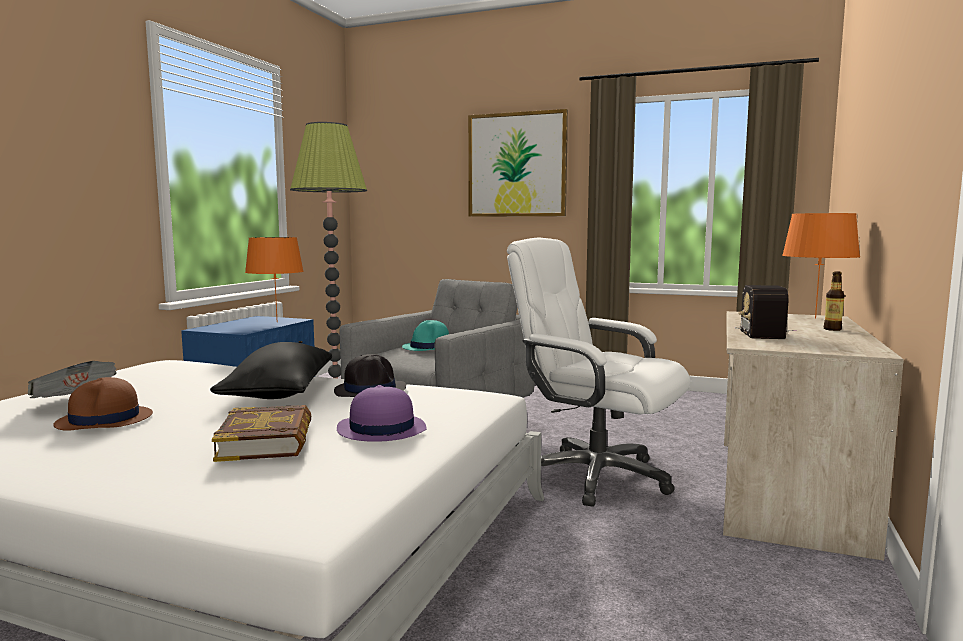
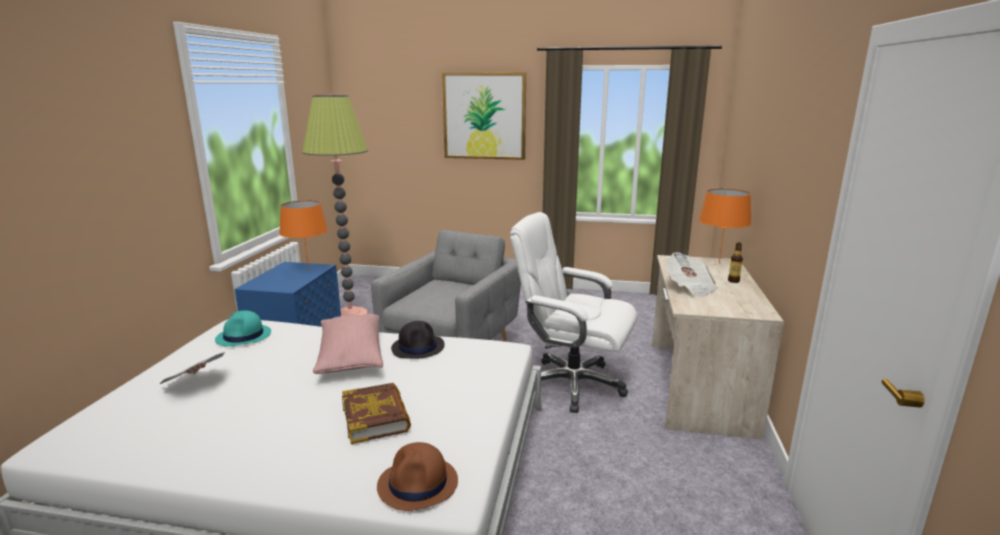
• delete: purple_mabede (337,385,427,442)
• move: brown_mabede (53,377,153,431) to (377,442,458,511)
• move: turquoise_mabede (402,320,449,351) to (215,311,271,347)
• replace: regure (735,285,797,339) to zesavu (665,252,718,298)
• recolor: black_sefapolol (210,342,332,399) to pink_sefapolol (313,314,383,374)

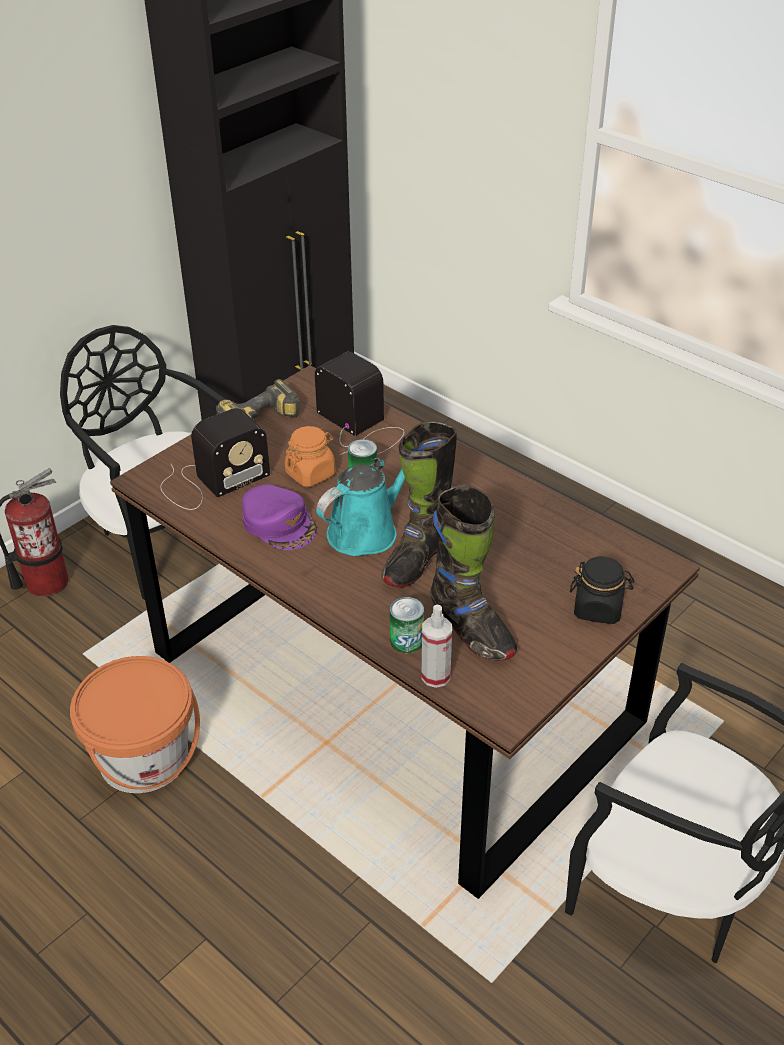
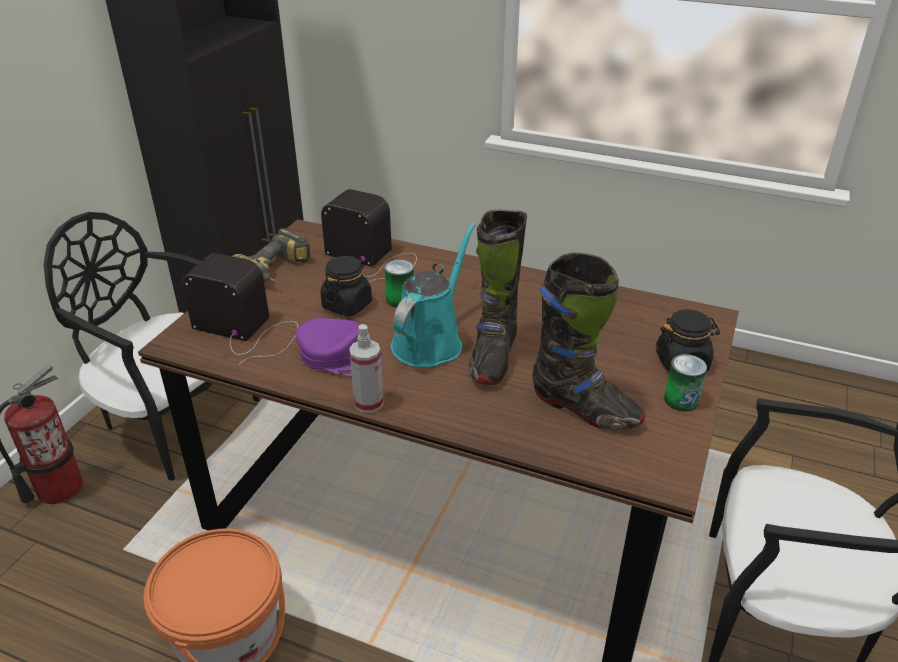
• move: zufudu (390,597,424,653) to (664,354,707,411)
• move: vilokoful (421,605,452,688) to (349,324,384,413)
• recolor: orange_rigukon (285,426,335,487) to black_rigukon (320,256,372,316)
• rotate: regure (160,408,270,510) = (182,253,298,365) 105 degrees counterclockwise

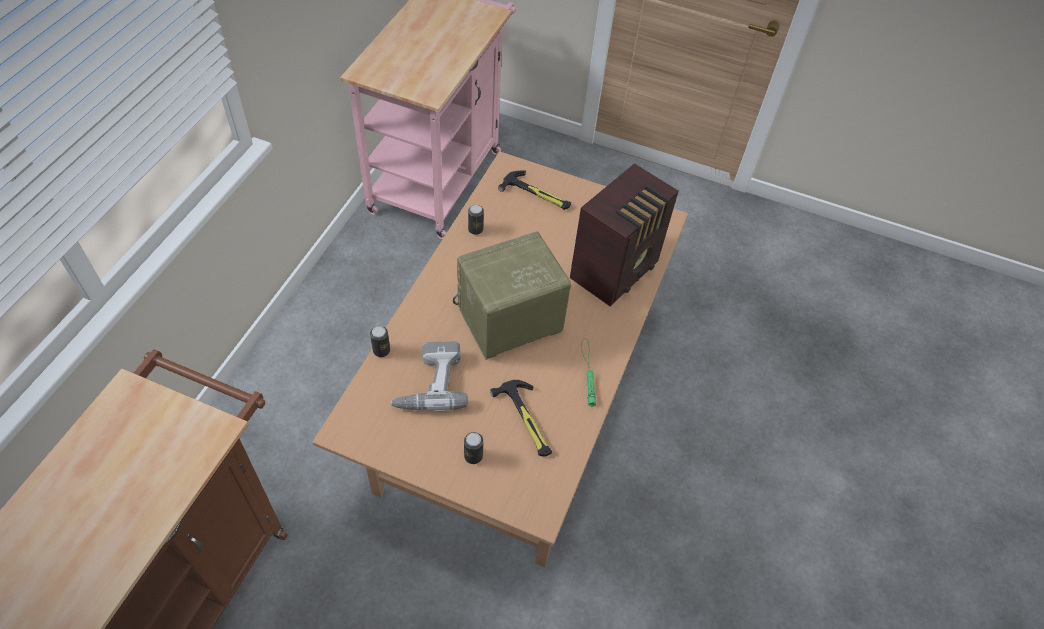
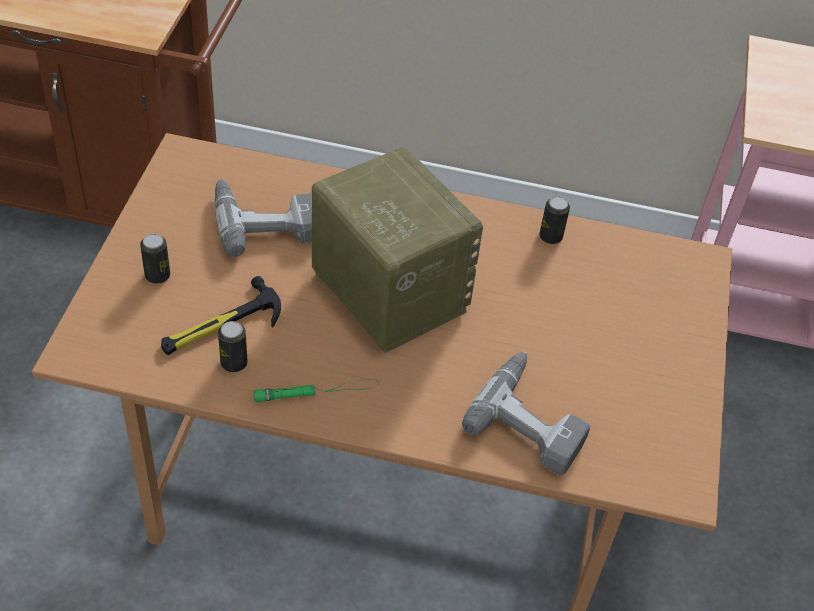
• delete: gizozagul (498,171,571,210)
• move: zufudu (370,326,390,357) to (218,321,248,372)
• replace: regure (570,163,679,306) to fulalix (462,352,590,475)

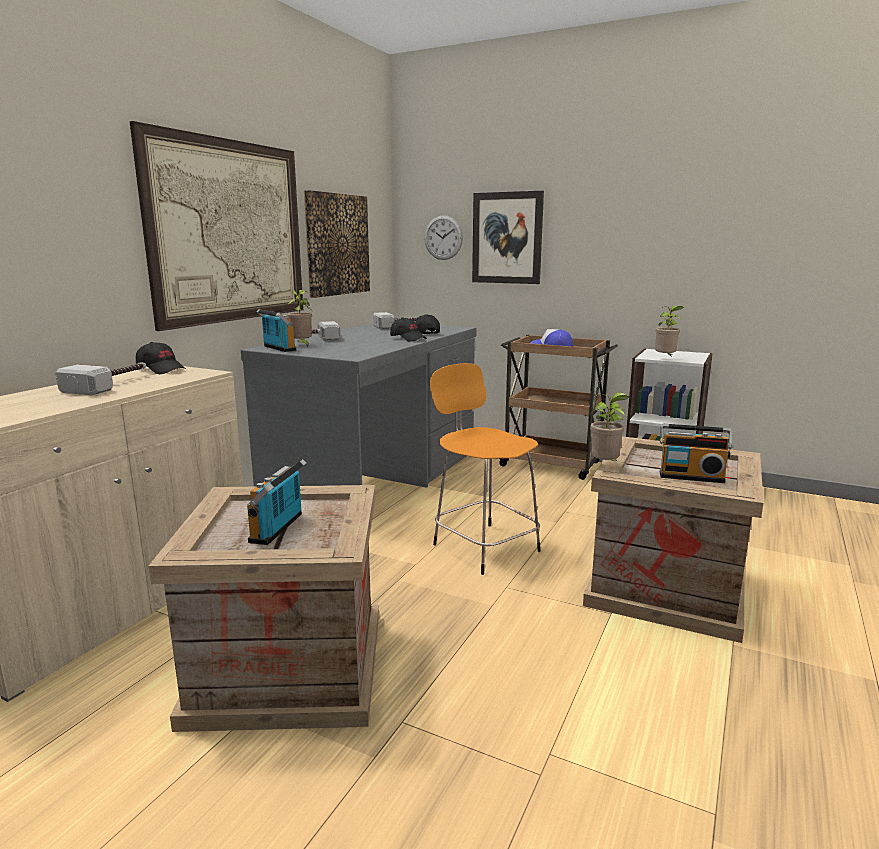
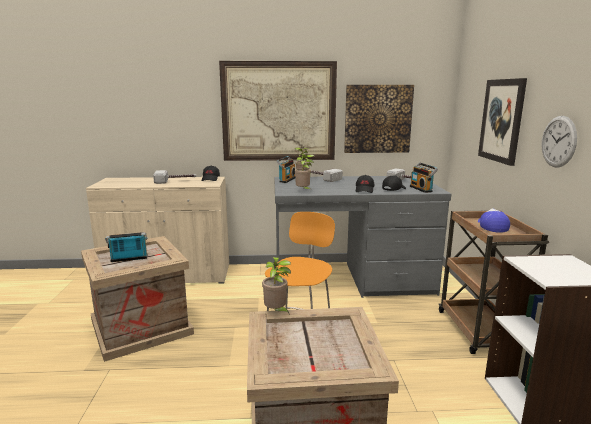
• move: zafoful (424,215,463,260) to (541,116,577,168)
• move: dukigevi (655,306,684,357) to (295,154,314,190)
• move: regure (660,424,733,483) to (410,163,438,193)

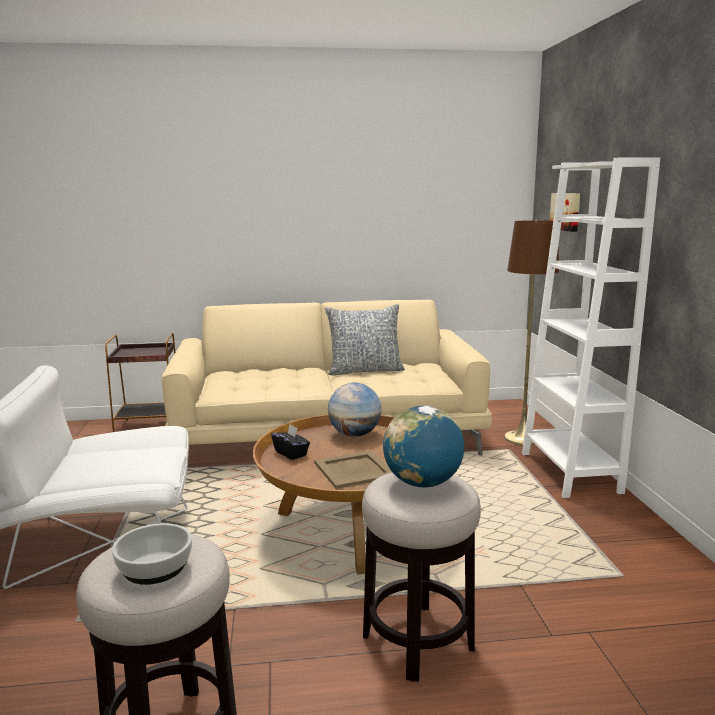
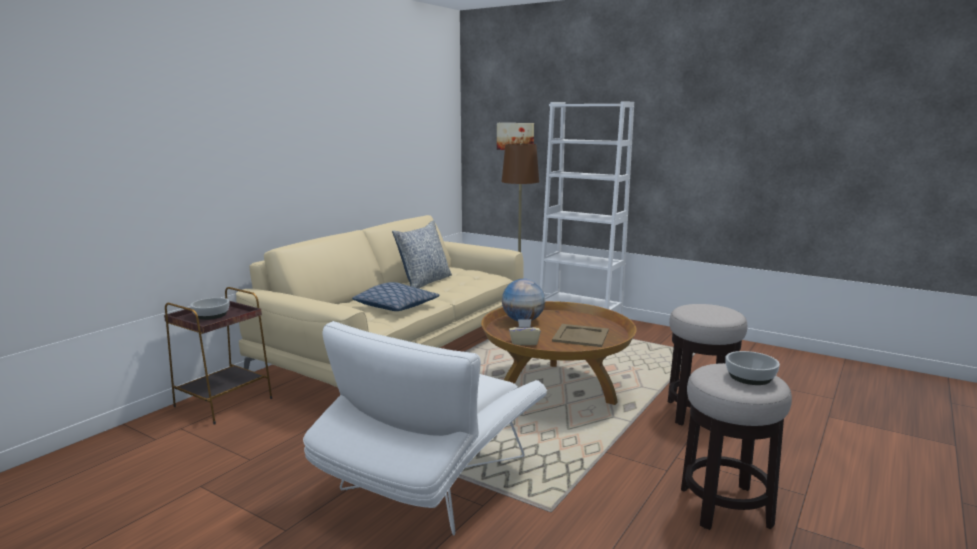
• delete: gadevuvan (383,406,464,487)
• insert: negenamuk (190,298,230,320)
• insert: sefapolol (352,282,440,311)
• recolor: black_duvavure (271,425,310,460) to beige_duvavure (509,319,541,345)

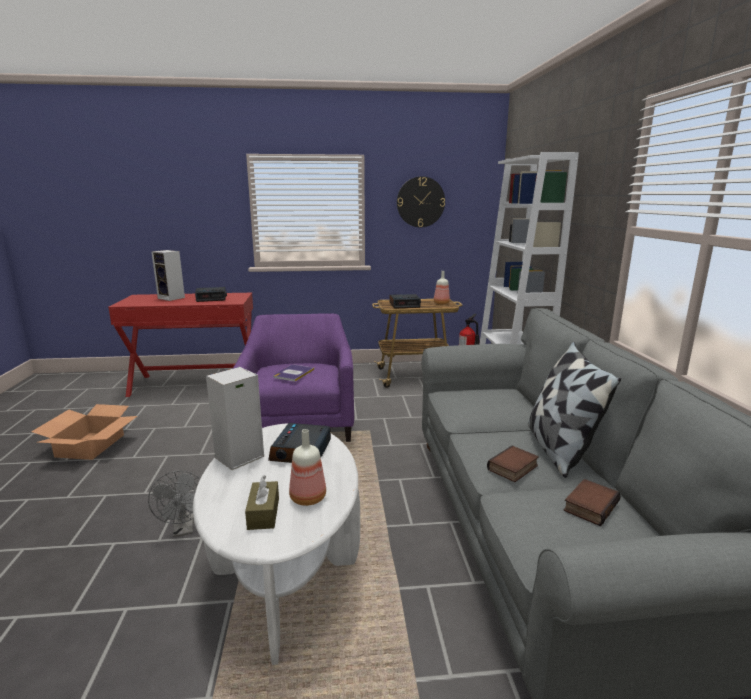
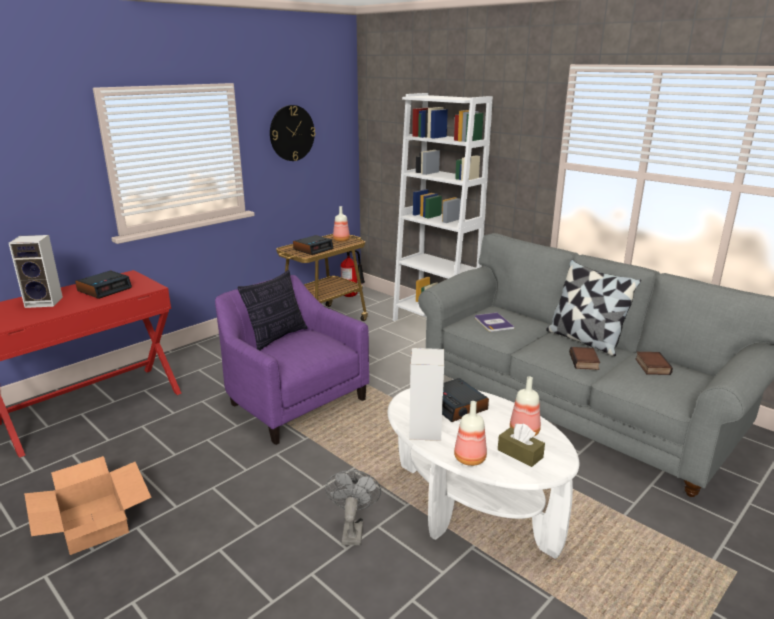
• insert: sefapolol (237,270,307,350)
• insert: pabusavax (454,401,487,466)
• move: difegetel (274,365,314,382) to (475,312,514,332)
• rotate: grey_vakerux (148,471,201,537) = (325,470,381,545) 120 degrees counterclockwise

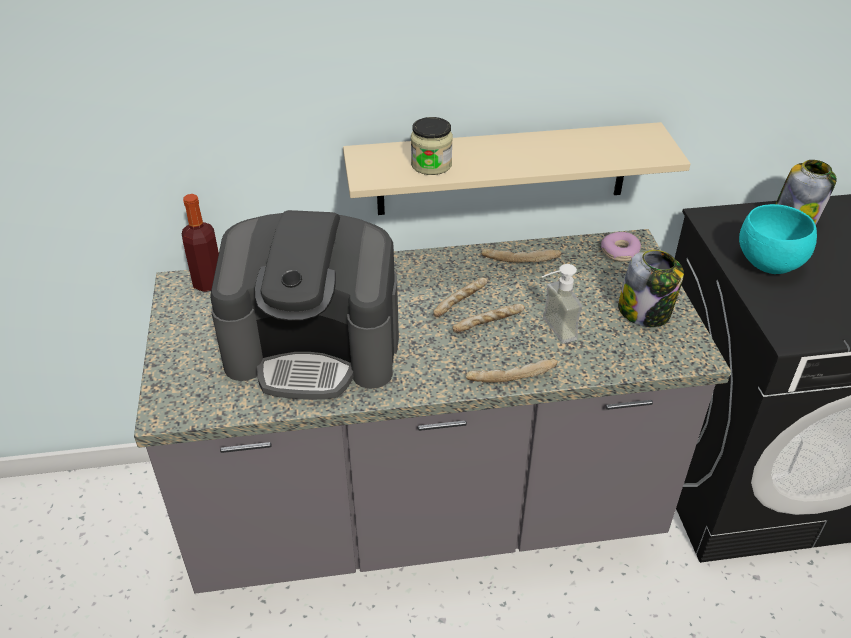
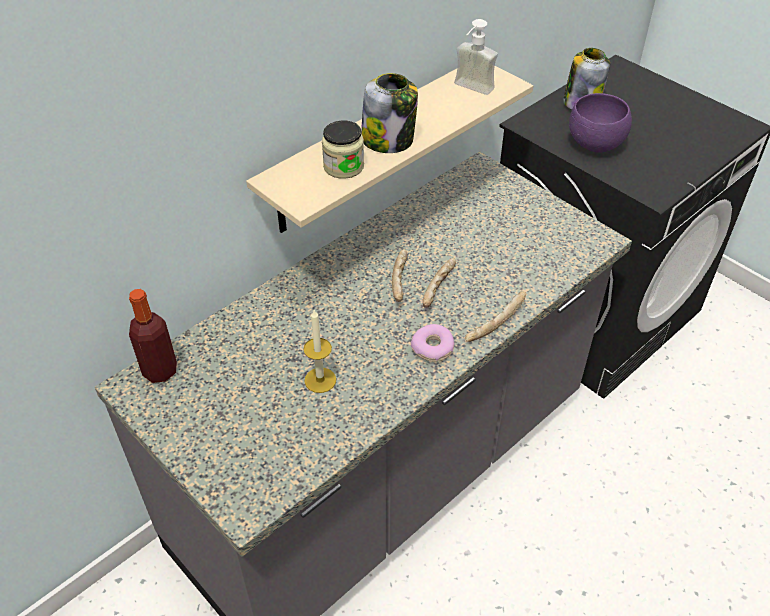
• delete: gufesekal (481,249,561,263)
• move: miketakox (542,264,582,343) to (454,19,498,95)
• move: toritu (601,232,641,262) to (411,324,455,362)
• move: rigukon (618,250,684,327) to (361,73,418,153)
• replace: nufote (210,210,399,400) to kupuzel (303,310,336,393)
• recolor: turquoise_negenamuk (739,204,817,274) to purple_negenamuk (569,93,632,153)

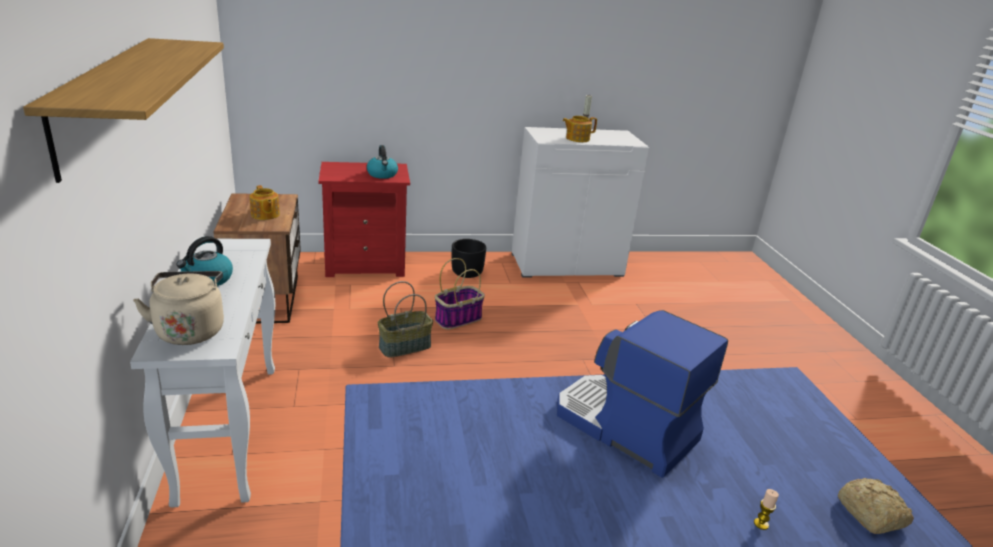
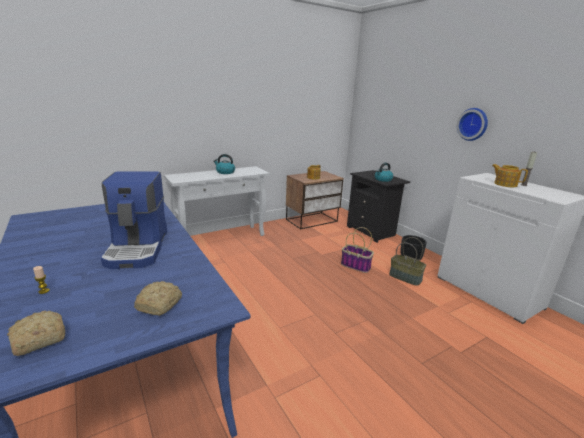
• delete: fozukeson (23,38,224,183)
• delete: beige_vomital (133,271,224,345)
• insert: gufesekal (134,281,182,316)
• insert: zafoful (457,108,488,141)
• move: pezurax (378,281,433,358) to (389,237,426,286)
• recolor: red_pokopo (318,162,410,277) to black_pokopo (347,170,410,243)
• rotate: nufote (557,310,728,478) = (101,172,167,269) 150 degrees clockwise

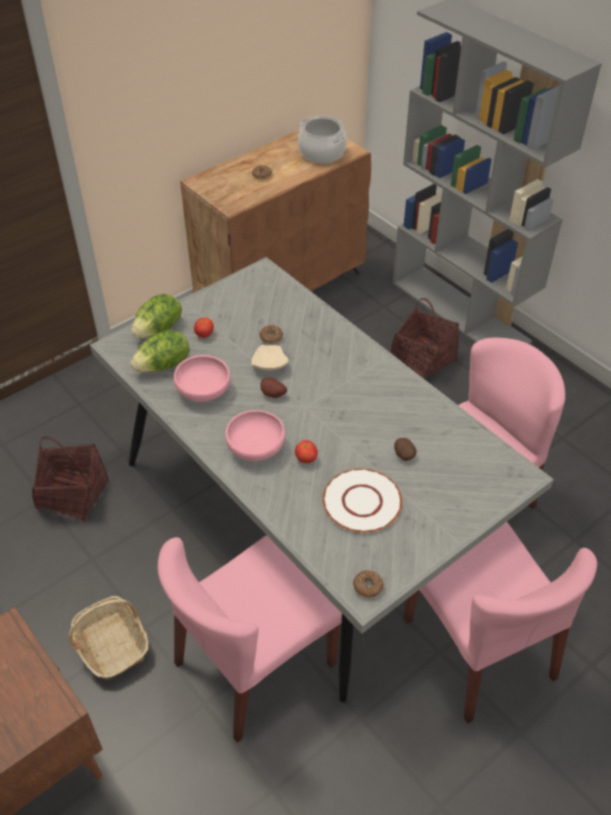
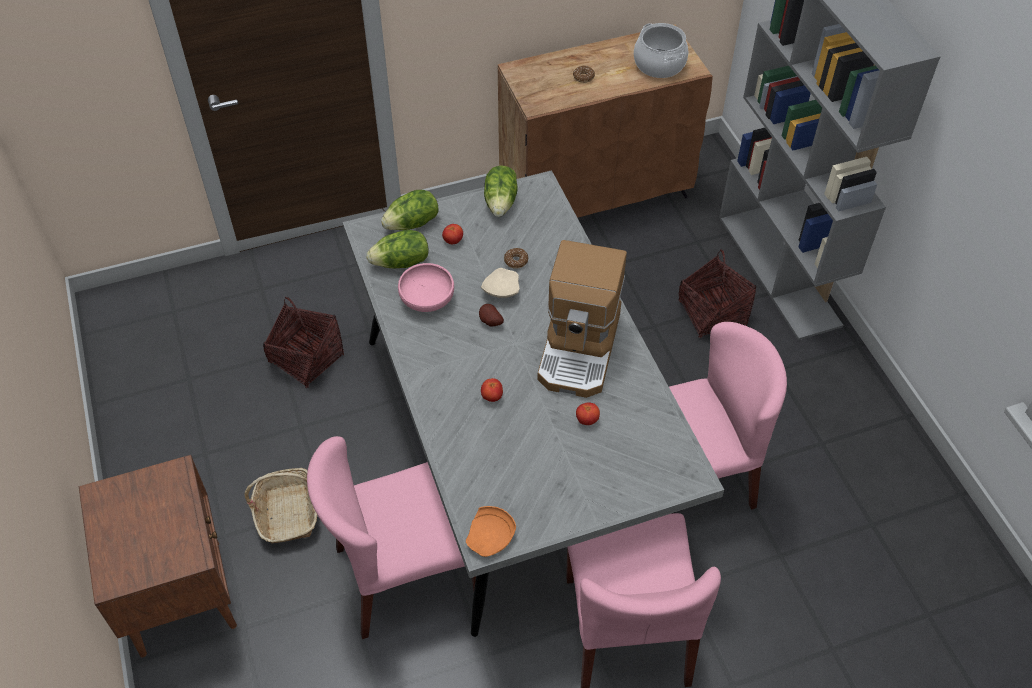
• delete: pink_negenamuk (225,410,285,461)
• delete: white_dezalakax (322,468,402,533)
• insert: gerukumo (484,166,518,217)
• insert: nufote (537,240,627,398)
• replace: toritu (353,570,384,598) to orange_dezalakax (466,506,516,557)
• replace: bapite (394,438,417,461) to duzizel (576,402,600,425)

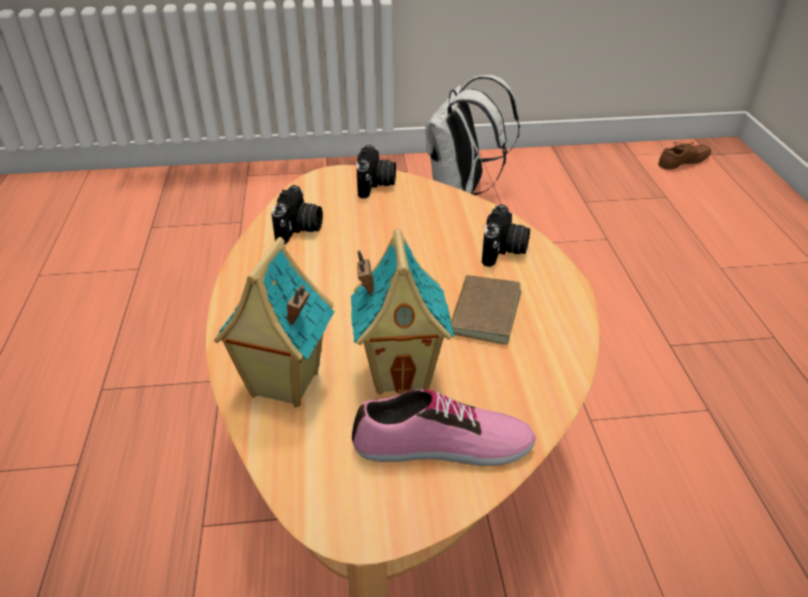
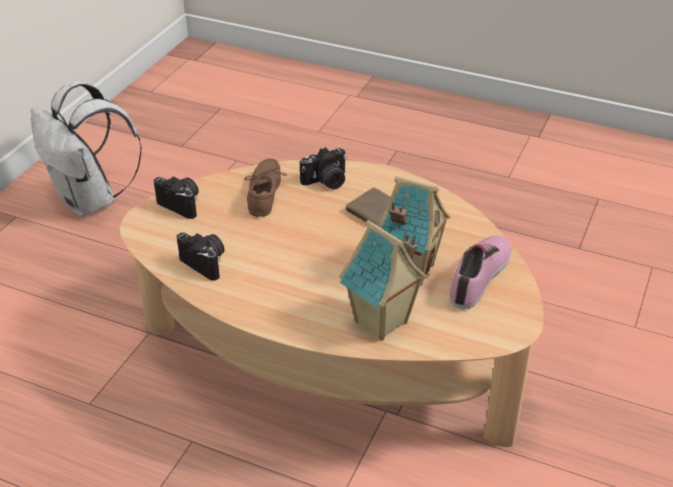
• move: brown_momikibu (658,142,711,170) to (244,158,287,217)
• rotate: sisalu (482,204,530,267) = (300,147,347,190) 105 degrees clockwise

